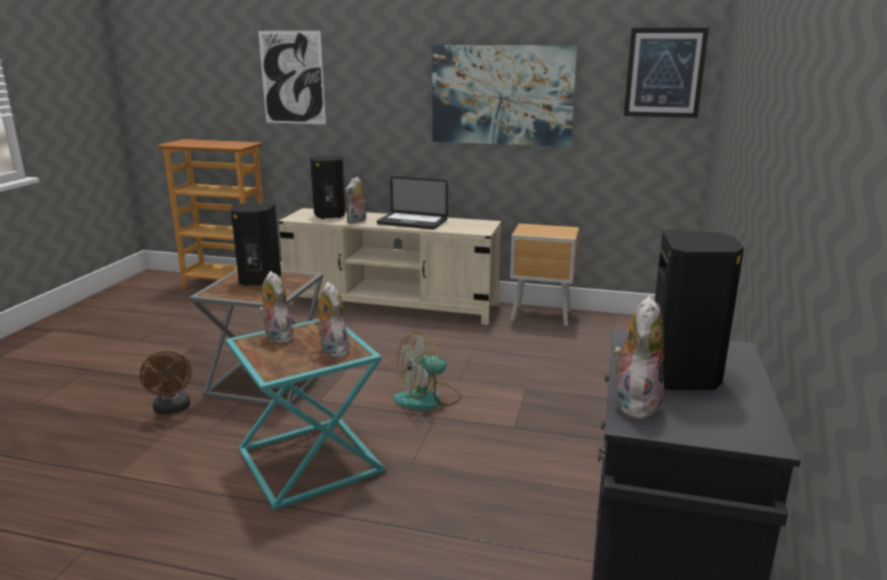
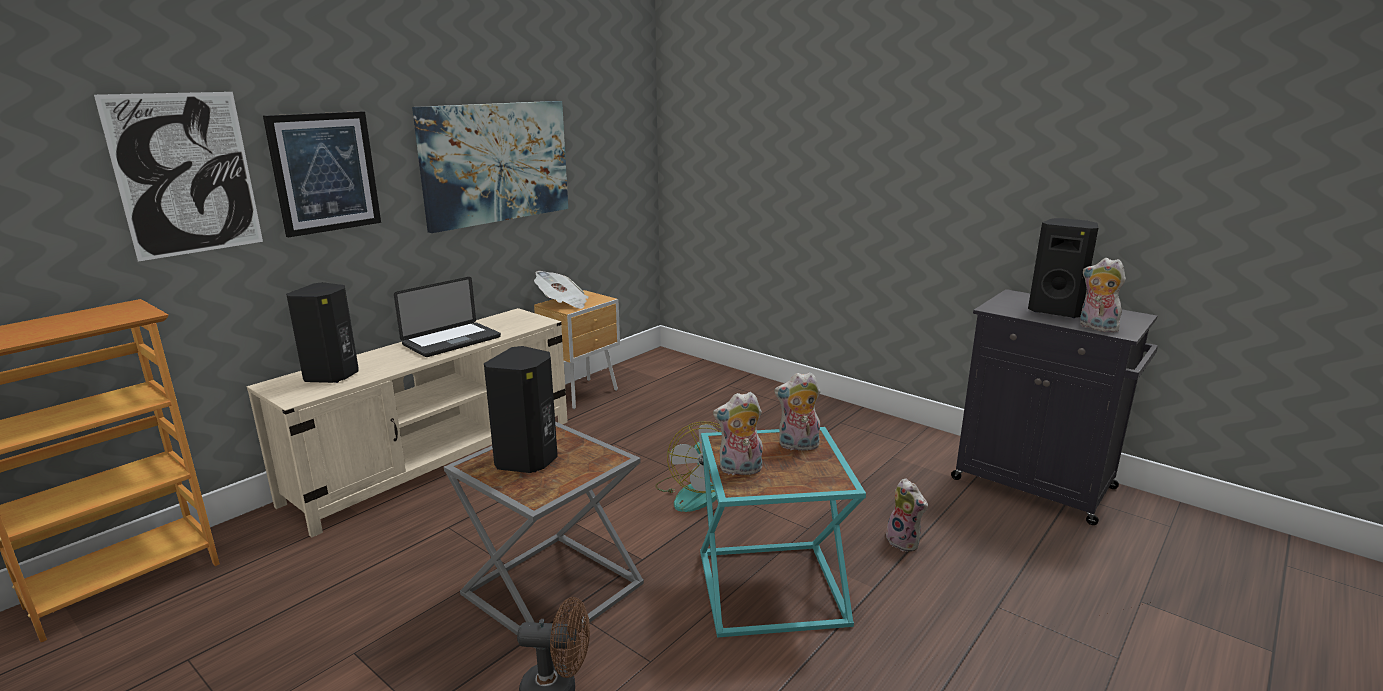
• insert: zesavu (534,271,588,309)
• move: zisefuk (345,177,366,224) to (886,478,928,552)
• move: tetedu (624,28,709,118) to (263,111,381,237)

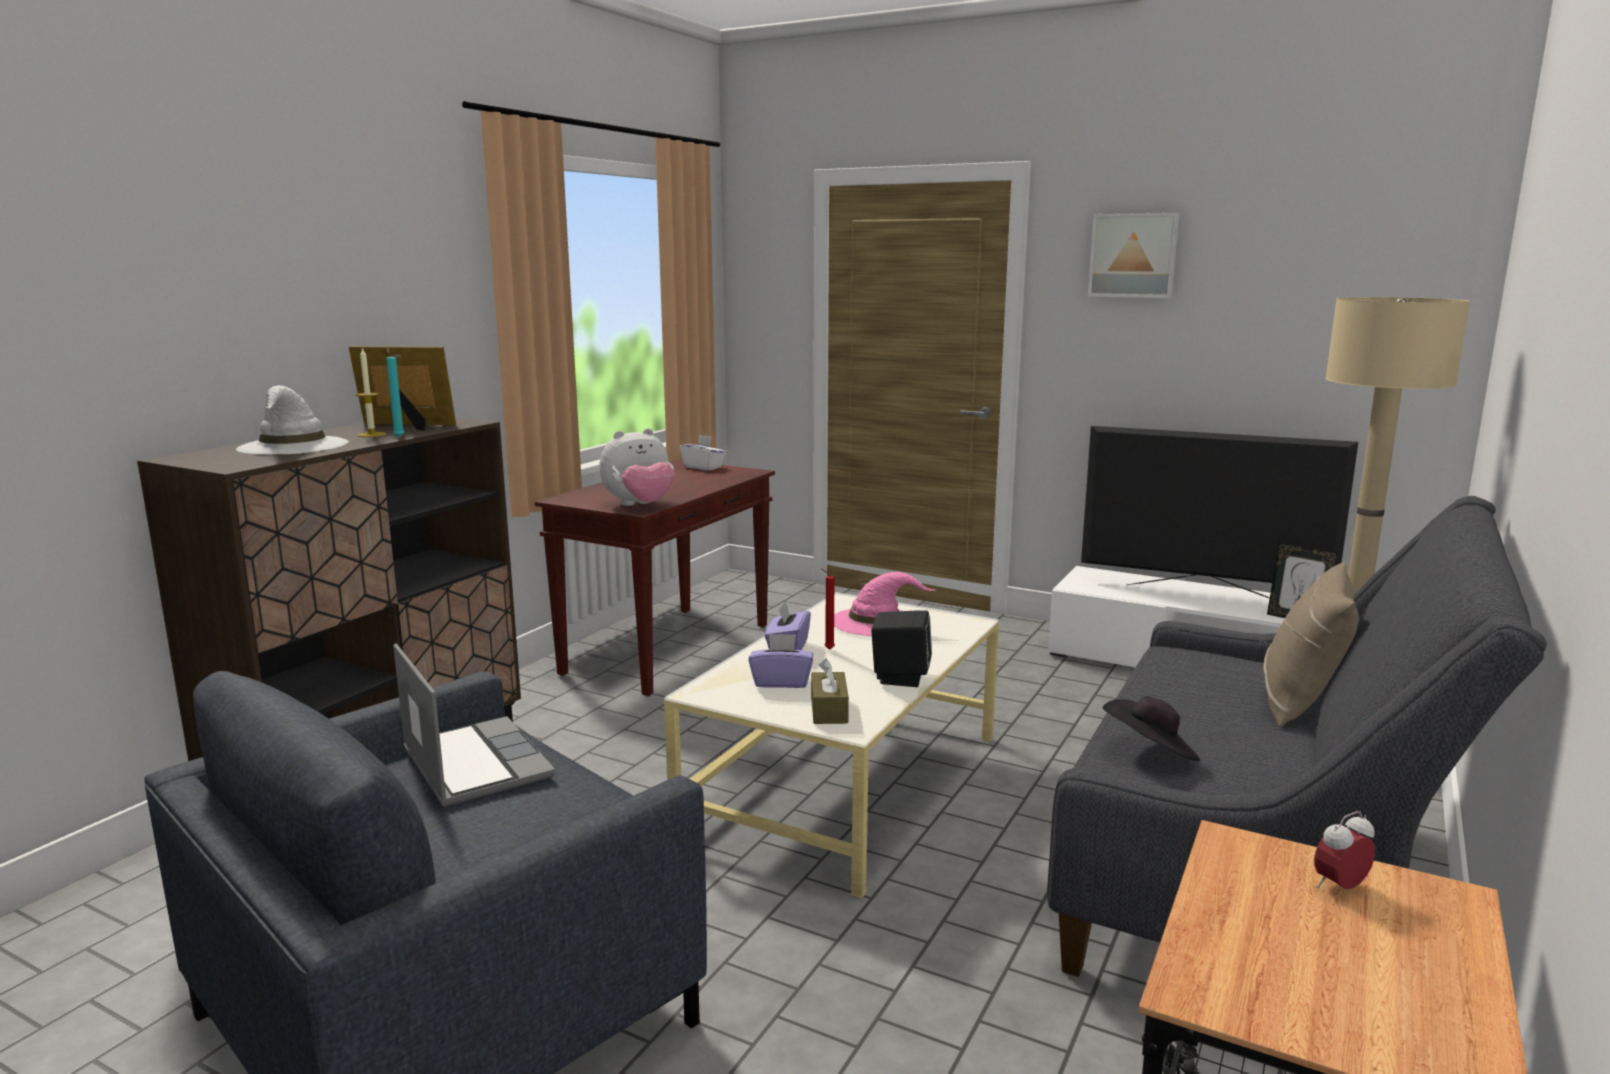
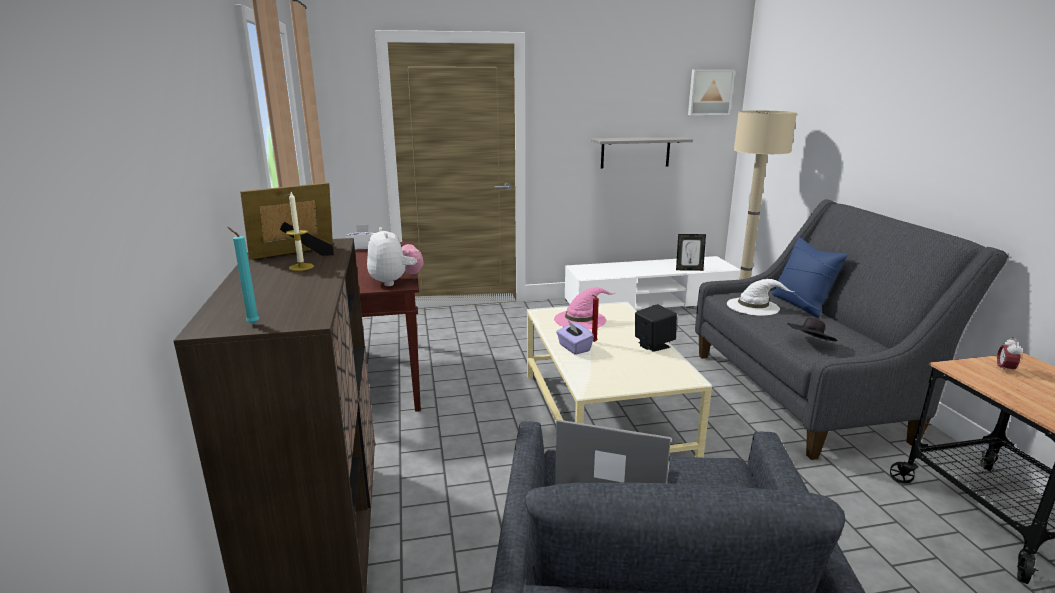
• delete: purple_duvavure (749,633,813,688)
• delete: brown_duvavure (811,659,849,724)
• delete: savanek (1081,426,1358,599)
• insert: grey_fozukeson (591,137,693,168)
• move: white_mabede (236,385,349,455) to (727,279,795,316)
• move: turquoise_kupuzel (386,348,405,438) to (227,227,259,324)
• move: tetedu (1088,213,1180,298) to (688,69,735,115)
• recolor: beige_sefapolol (1263,562,1359,727) to blue_sefapolol (772,237,848,318)
• rotate: zisefuk (599,428,675,506) = (367,227,424,286) 45 degrees counterclockwise

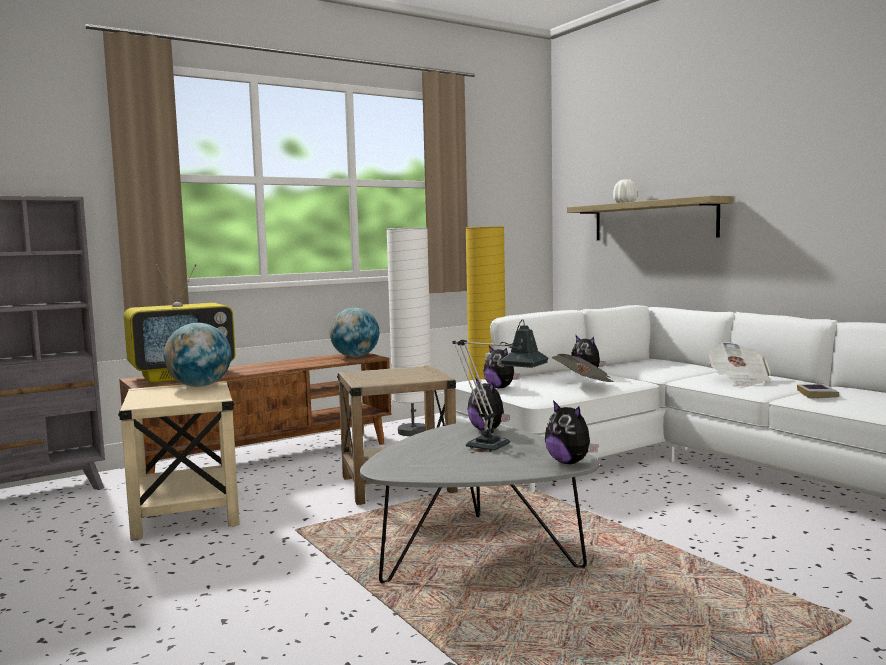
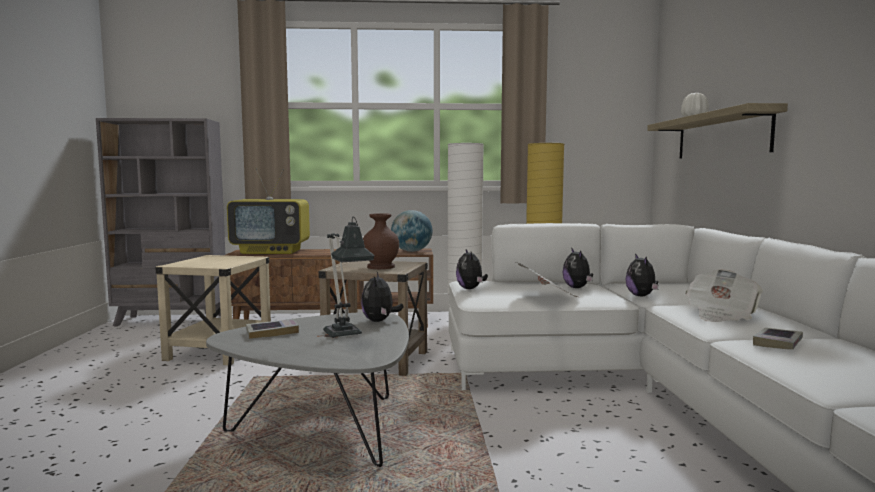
• delete: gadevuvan (164,323,231,387)
• insert: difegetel (246,319,299,339)
• insert: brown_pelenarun (363,213,399,269)
• move: zisefuk (545,400,599,464) to (626,253,659,296)

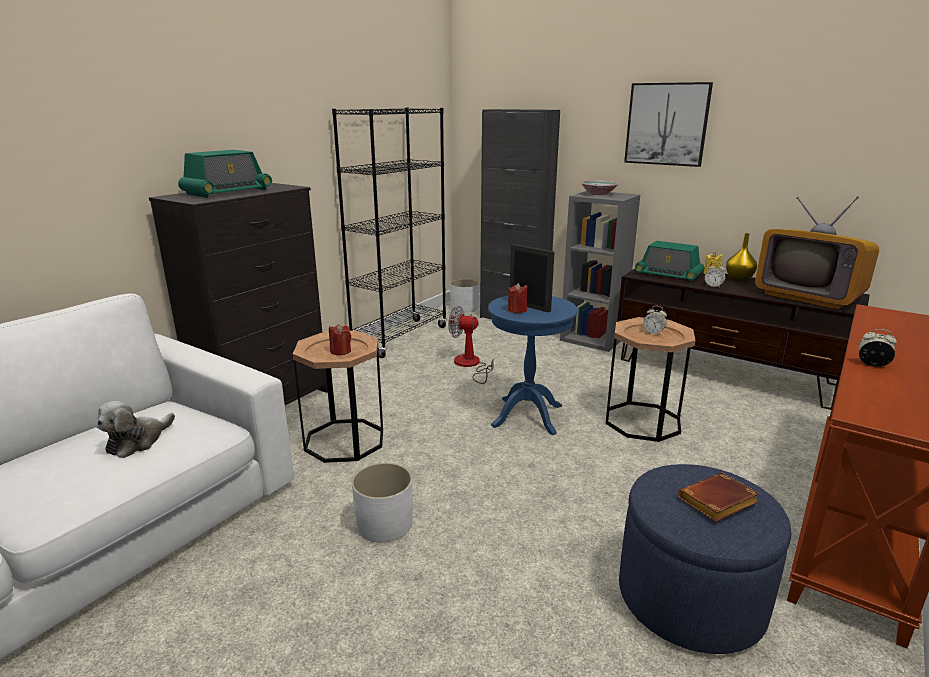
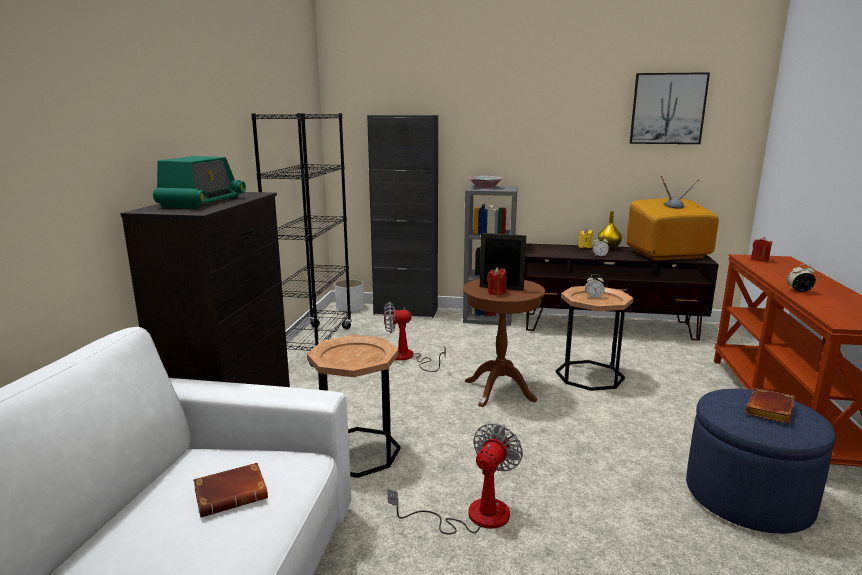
• delete: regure (635,241,705,282)
• move: red_kupuzel (329,324,351,355) to (751,237,773,262)
• move: tetedu (624,82,713,167) to (630,72,710,144)
• replace: zisefuk (96,401,175,458) to brown_difegetel (193,463,268,517)
• replace: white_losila (352,463,413,543) to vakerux (388,423,523,534)
• recolor: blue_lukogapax (488,296,578,435) to brown_lukogapax (463,279,545,407)
• rotate: savanek (755,196,879,309) = (626,175,719,260) 150 degrees clockwise

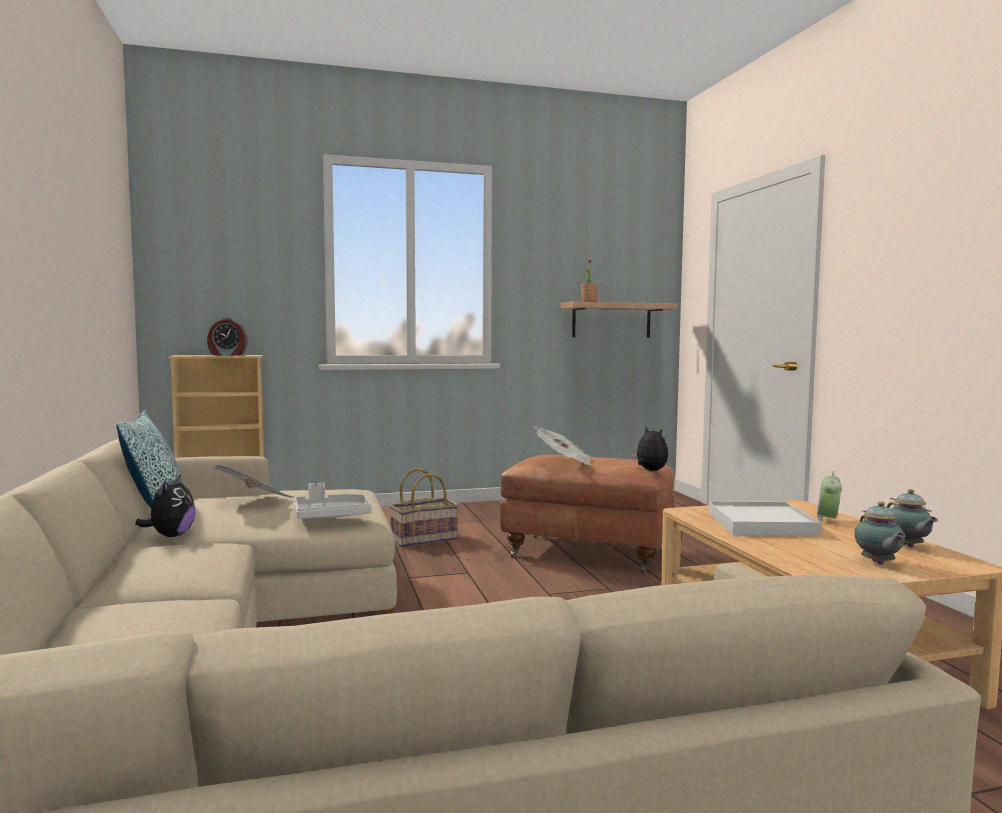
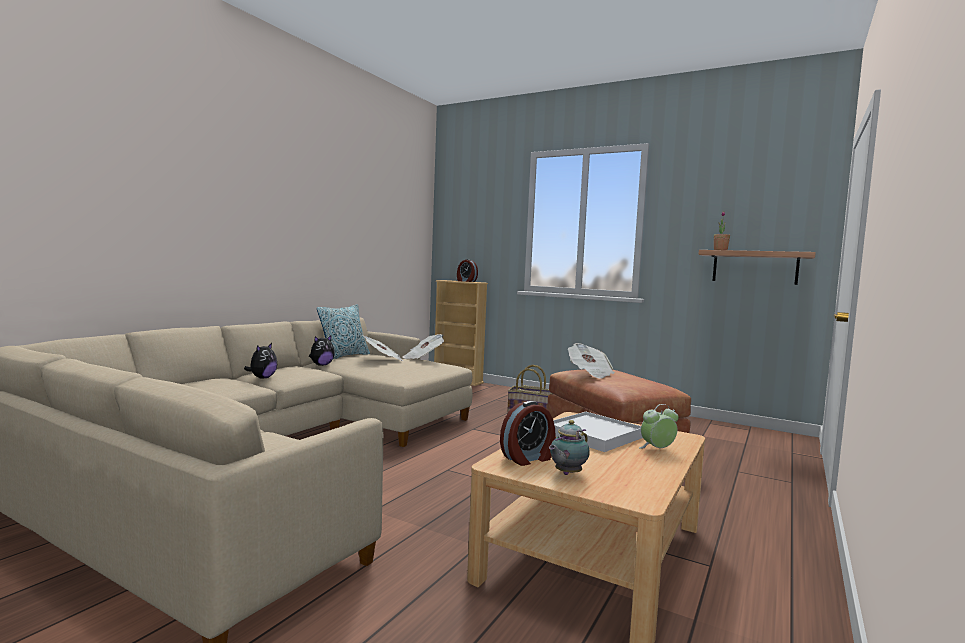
• delete: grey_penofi (294,483,372,519)
• delete: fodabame (887,489,938,547)
• insert: zesavu (402,334,444,359)
• insert: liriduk (500,401,556,466)
• move: zisefuk (632,426,668,471) to (244,343,277,378)

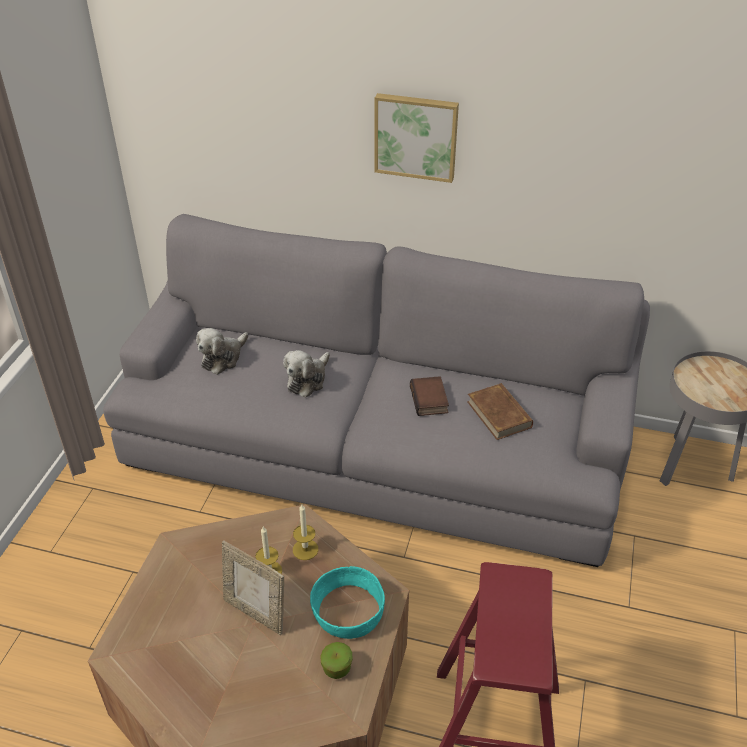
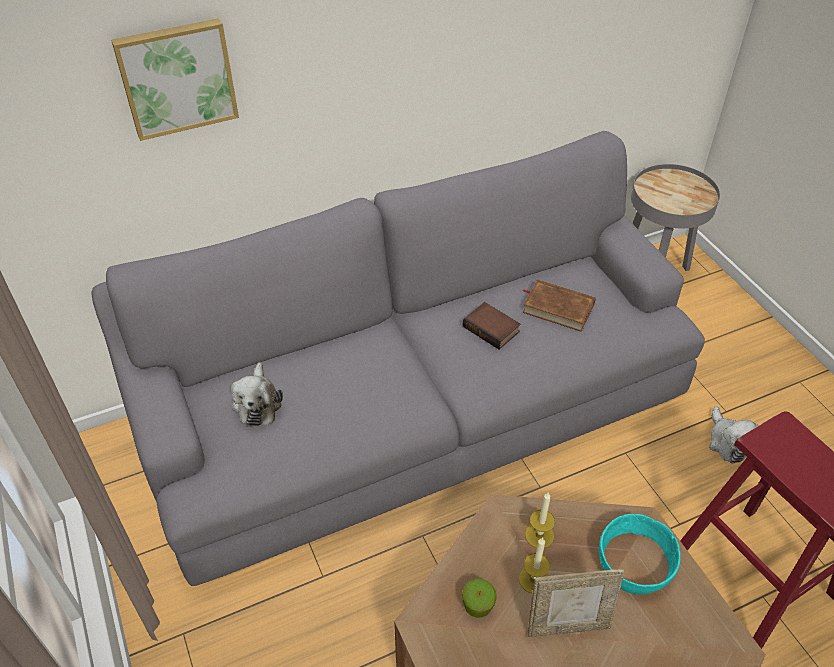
• move: zisefuk (283,350,330,398) to (709,406,759,463)
• move: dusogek (321,642,353,679) to (462,578,497,618)
• move: tetedu (375,93,459,183) to (111,18,239,141)

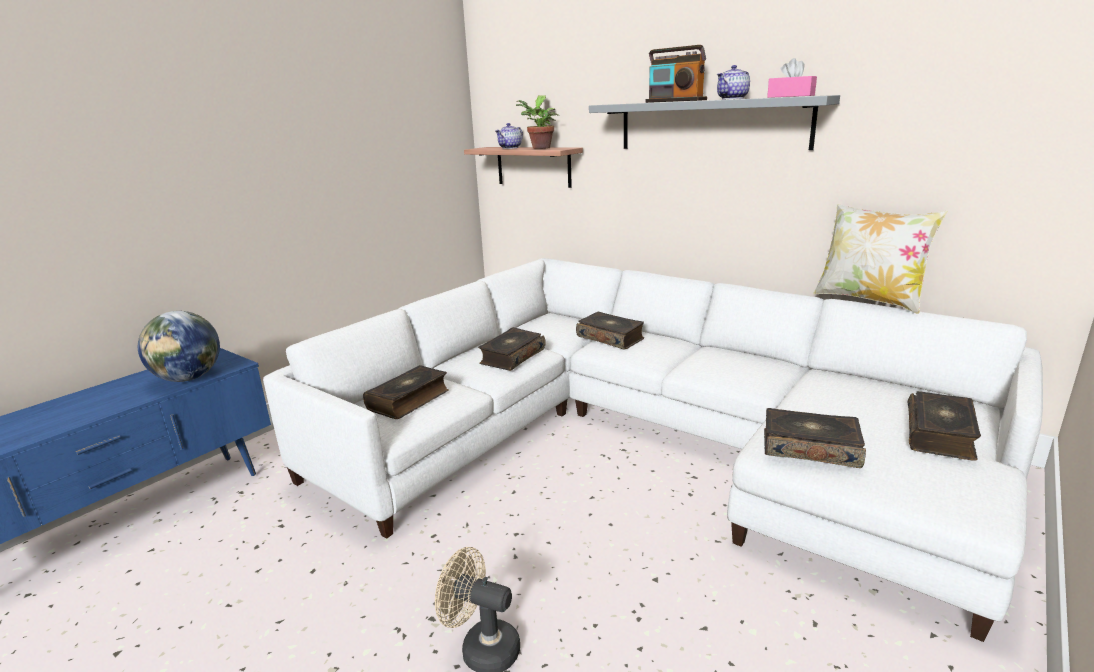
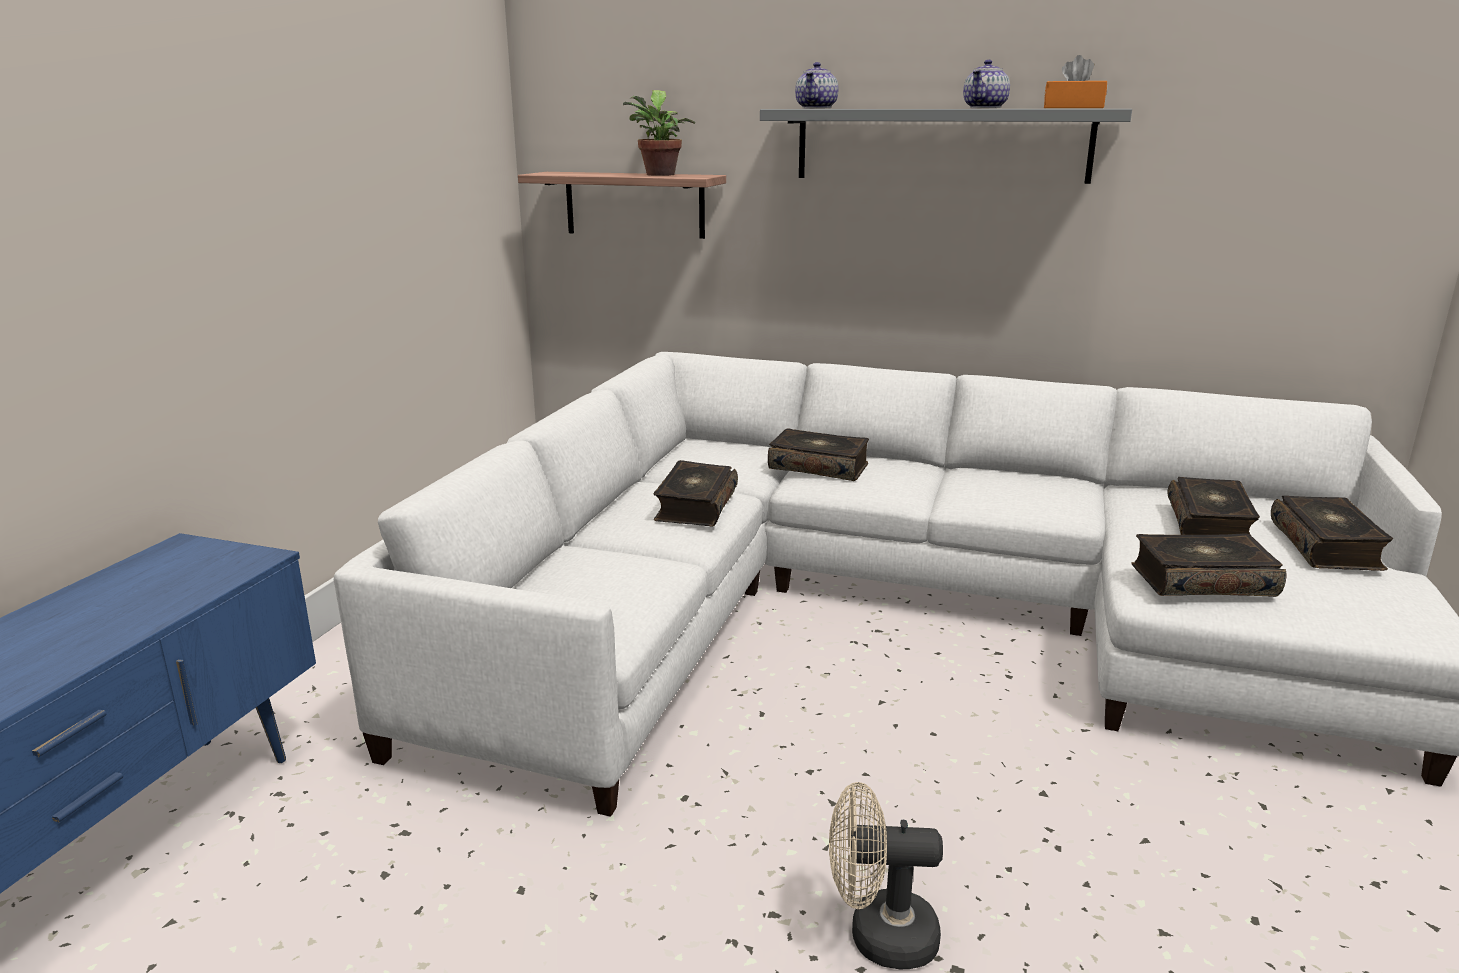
• delete: gadevuvan (138,311,220,382)
• delete: regure (645,45,707,103)
• delete: sefapolol (813,204,947,314)
• move: difegetel (363,365,449,419) to (1168,477,1260,535)
• move: fodabame (495,123,523,149) to (795,62,838,108)
• recolor: pink_duvavure (767,58,817,98) to orange_duvavure (1044,55,1107,108)

